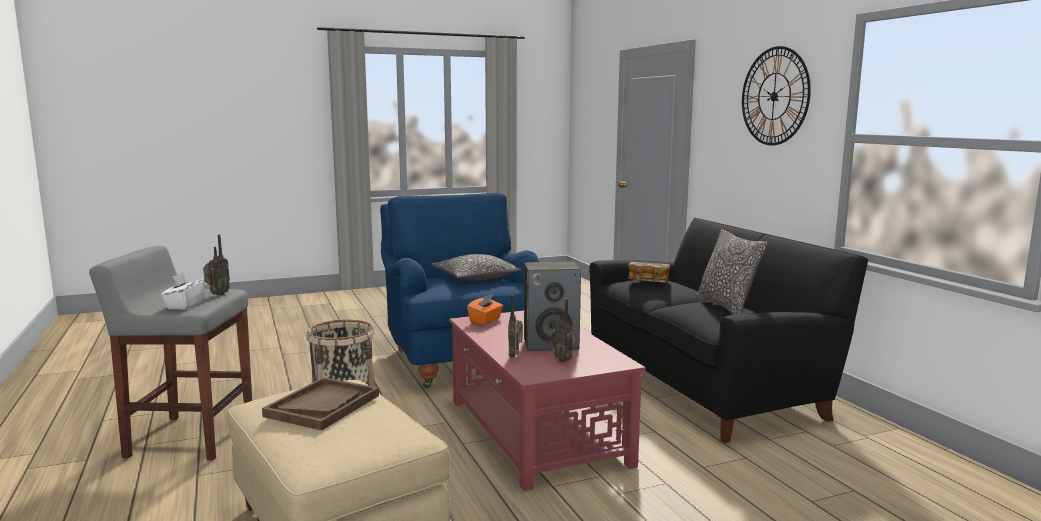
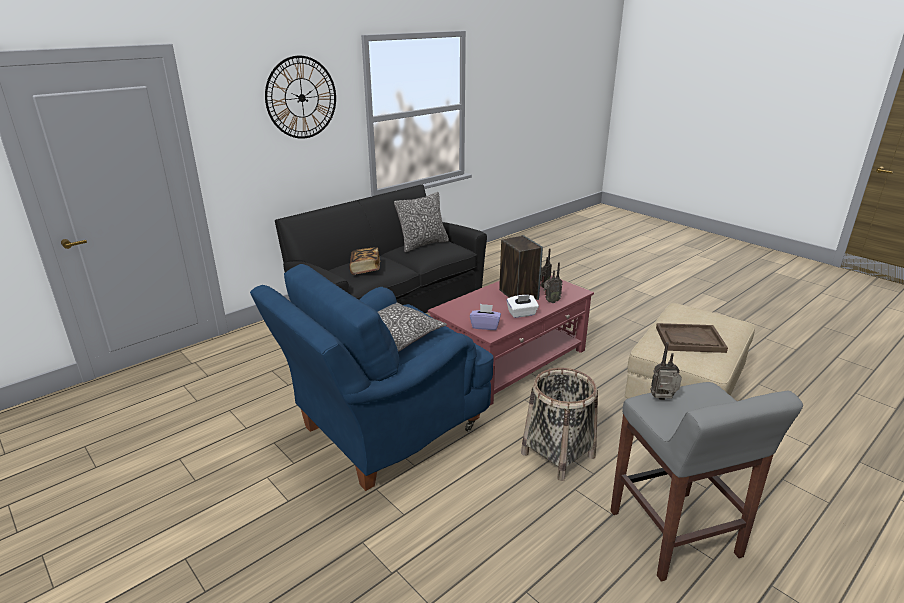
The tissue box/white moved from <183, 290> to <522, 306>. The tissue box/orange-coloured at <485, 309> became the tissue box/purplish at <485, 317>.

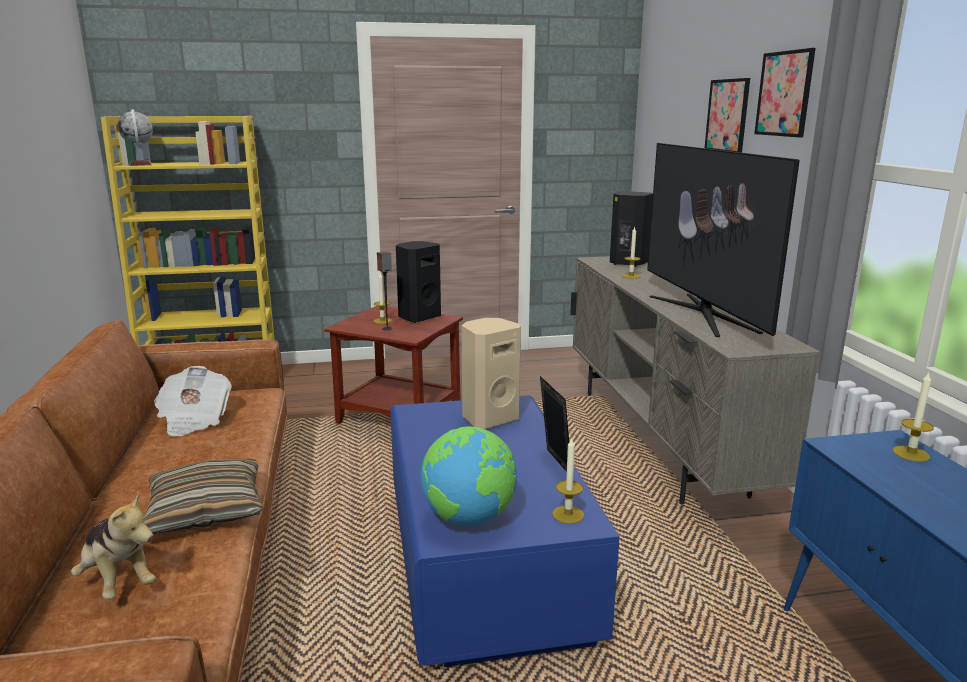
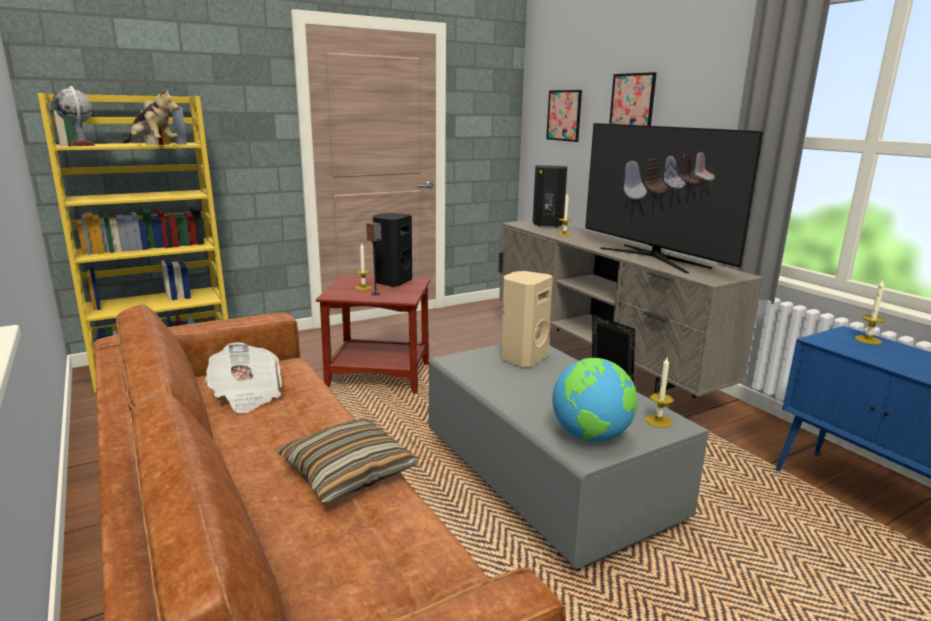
The cuddly toy moved from <113, 545> to <151, 117>. The picture moved from <785, 92> to <564, 116>. The low table/blue at <505, 531> became the low table/greyish at <569, 456>.

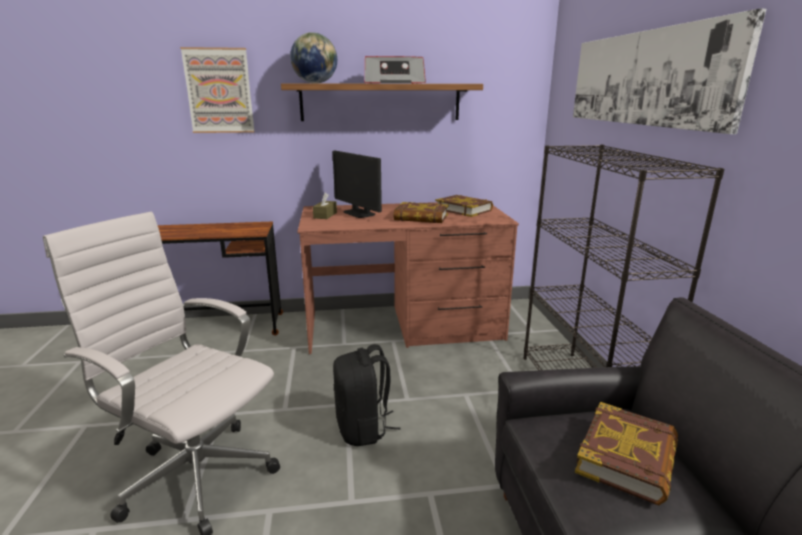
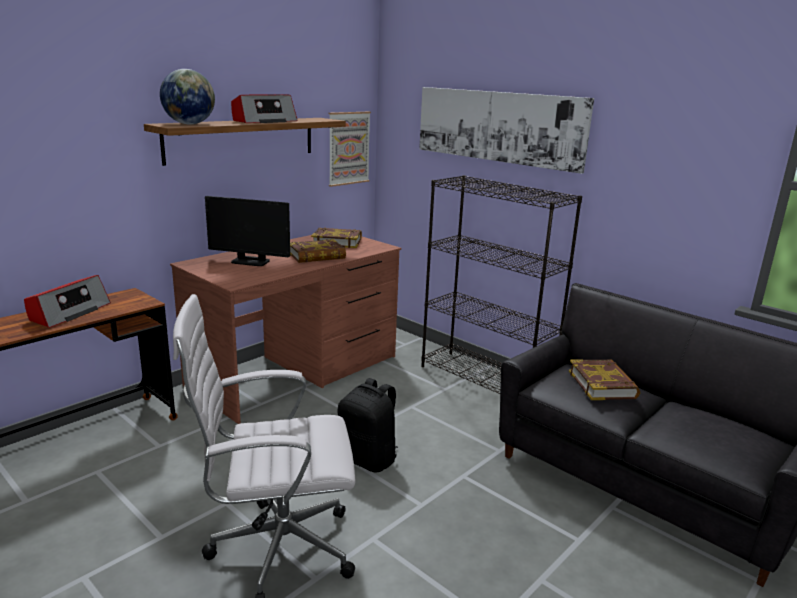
The tissue box/brownish at <325, 205> disappeared. The radio at <67, 301> appeared. The picture moved from <217, 90> to <350, 149>.

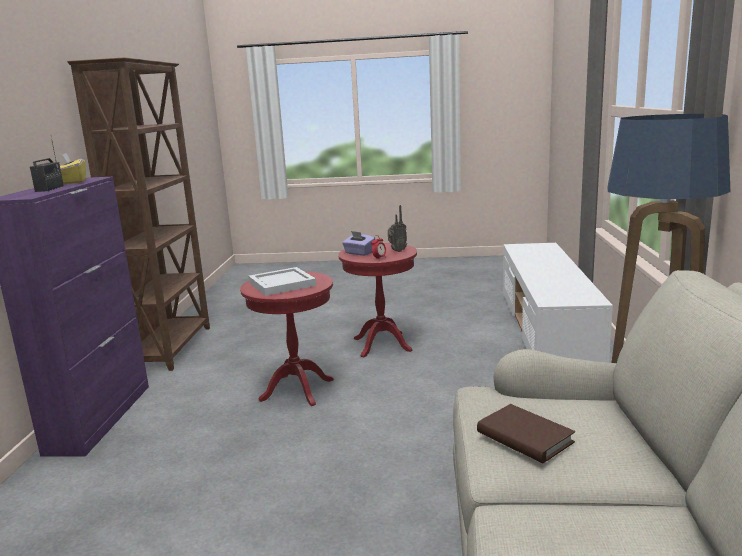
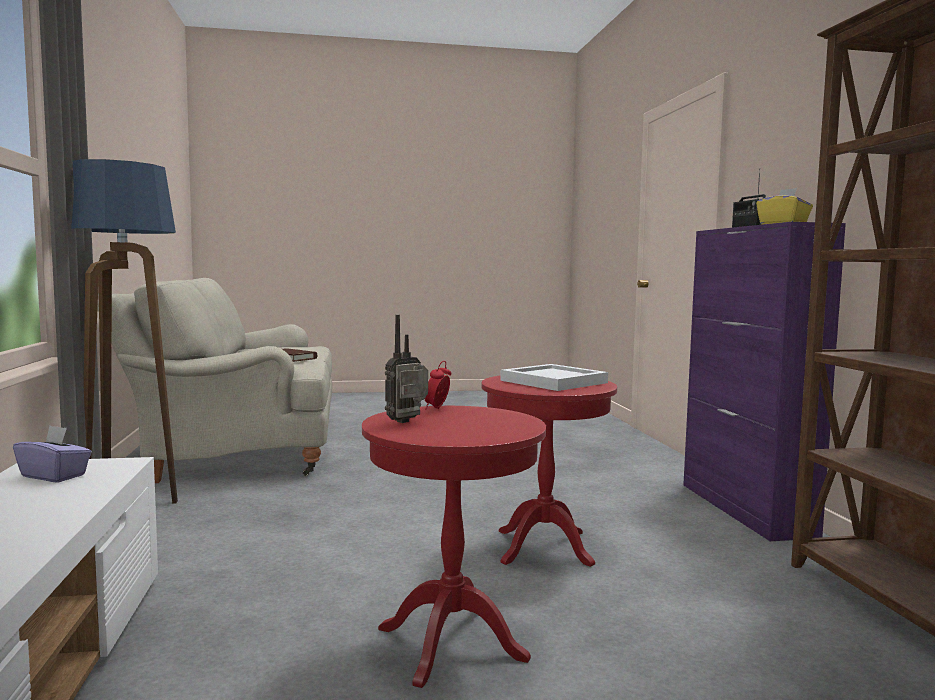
The tissue box/purplish moved from <358, 243> to <52, 454>.

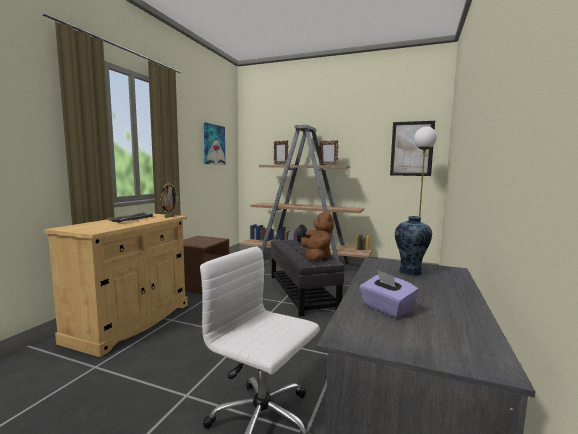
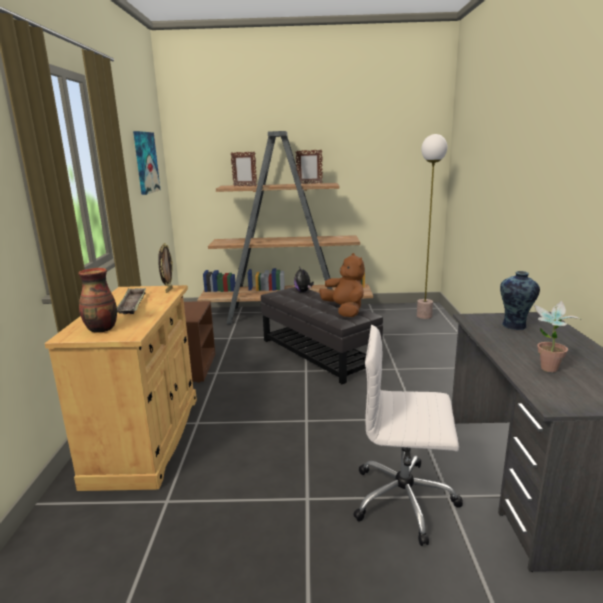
The picture at <412, 148> disappeared. The decorative vase at <97, 300> appeared. The tissue box/purplish at <389, 294> was replaced by the plant in a pot at <558, 336>.

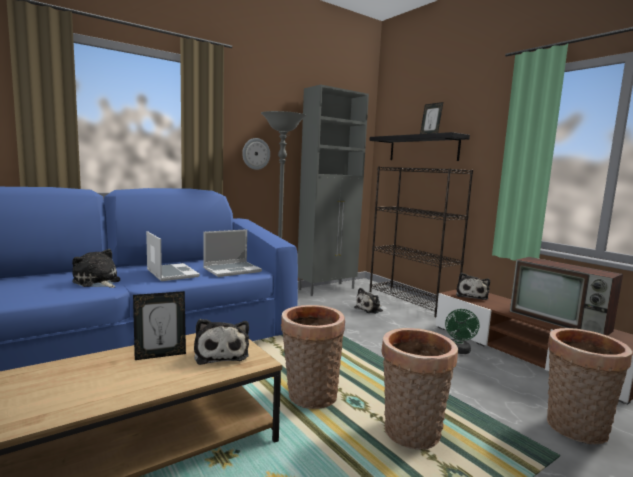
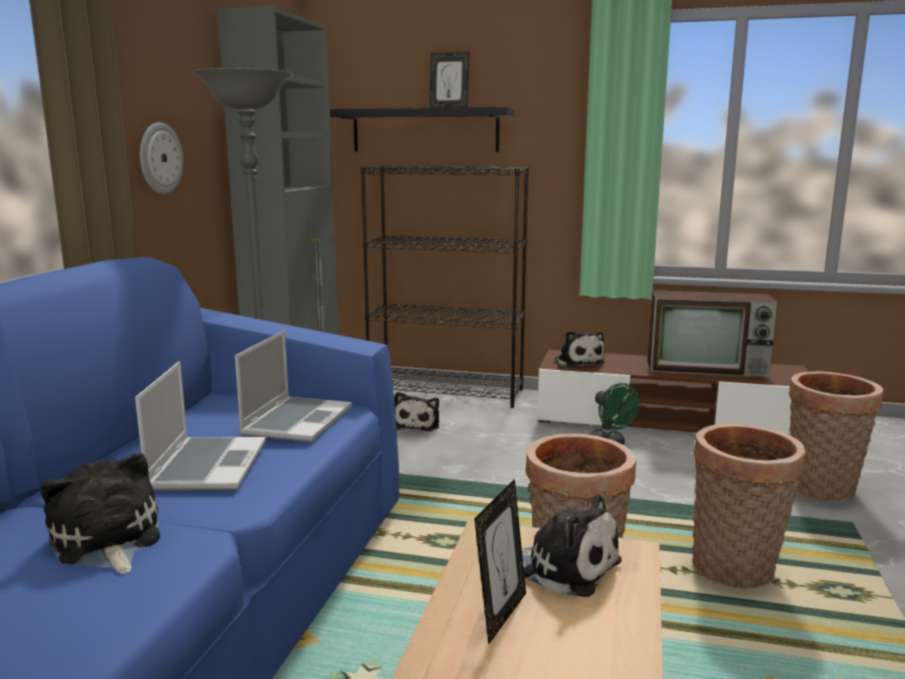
The cuddly toy at <96, 268> turned 60 degrees clockwise. The laptop at <173, 256> turned 75 degrees clockwise.

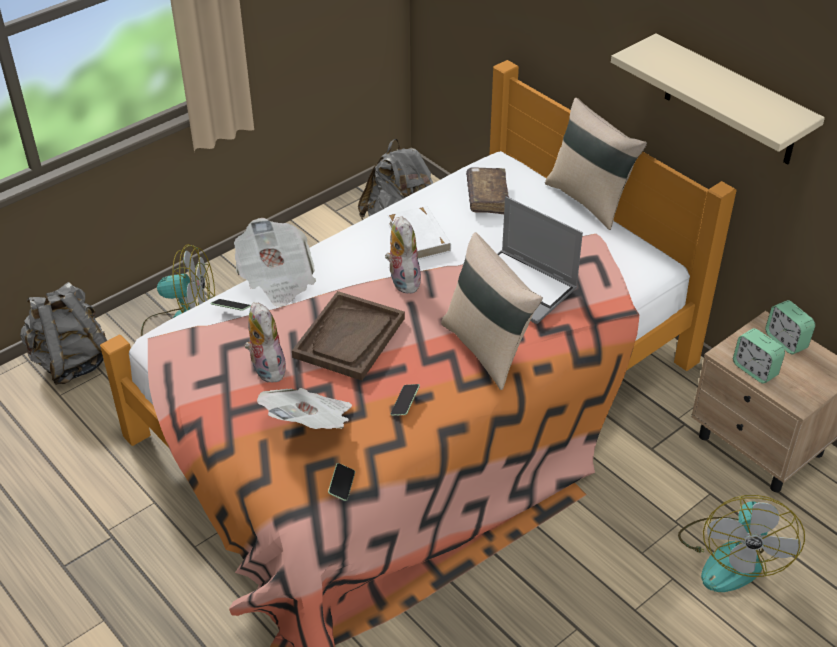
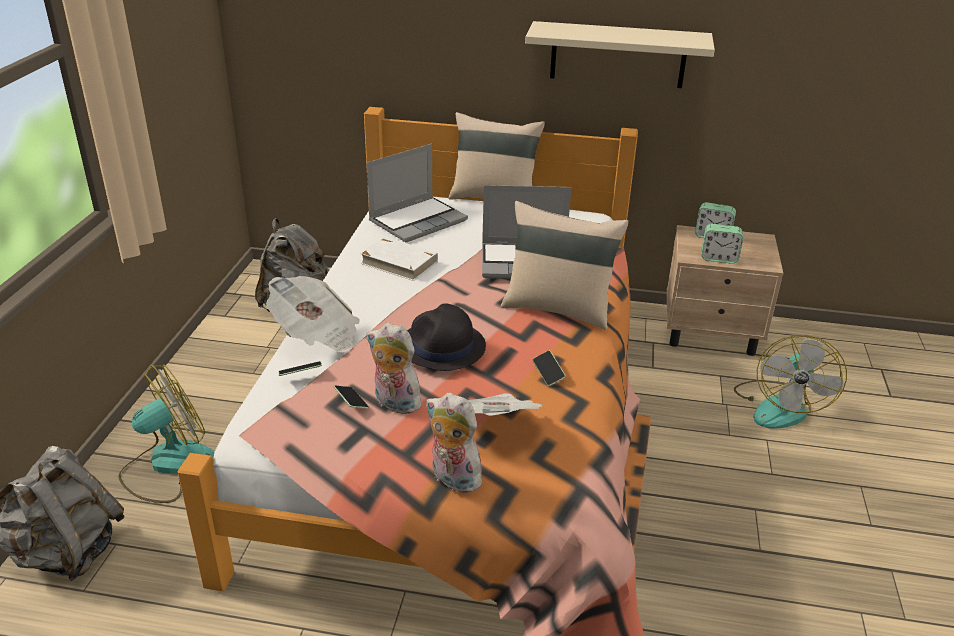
The handset moved from <341, 482> to <351, 397>. The cuddly toy moved from <403, 254> to <454, 443>. The serving tray/brownish at <348, 336> was replaced by the wearable hat/blackish at <446, 337>. The book/brownish at <487, 190> was replaced by the laptop at <417, 193>. The fan at <741, 543> turned 45 degrees clockwise.

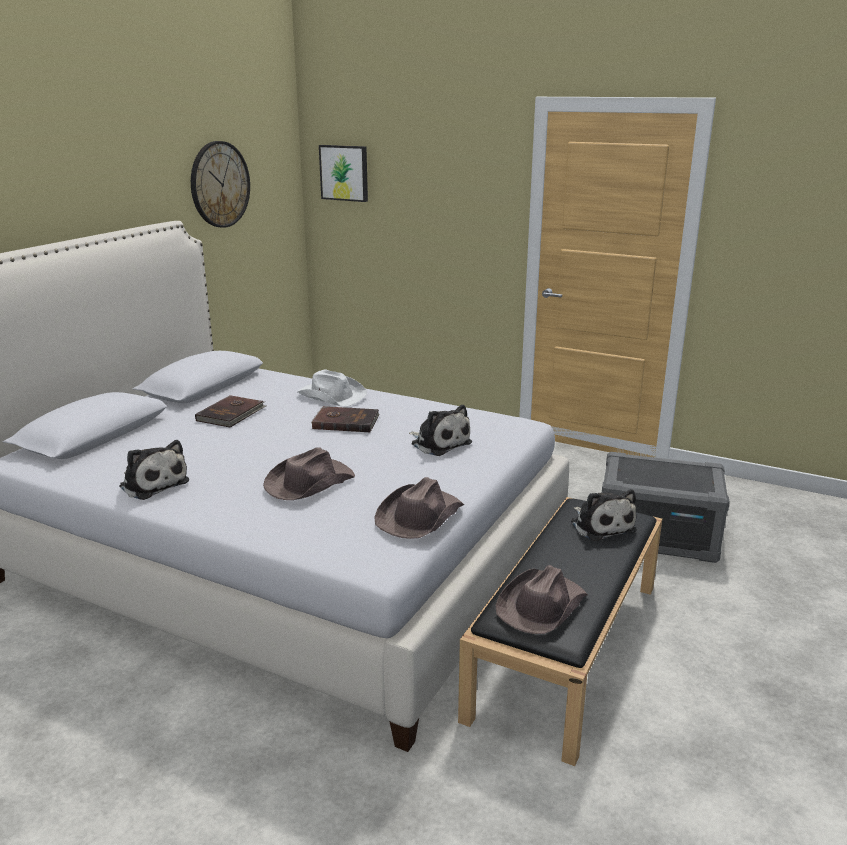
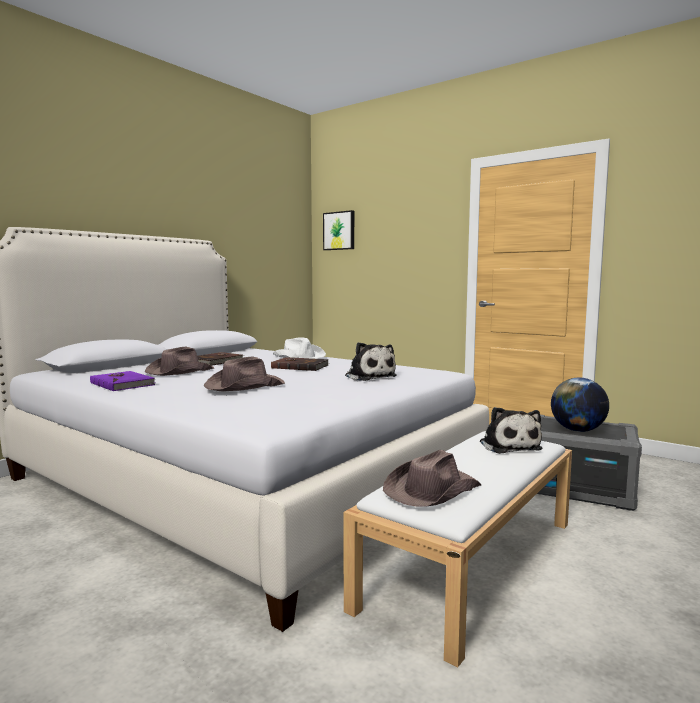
The wall clock at <220, 184> disappeared. The desk globe at <580, 405> appeared. The wearable hat/brownish moved from <419, 508> to <179, 361>. The cuddly toy at <154, 470> was replaced by the book/purplish at <122, 381>. The bench/blackish at <560, 631> became the bench/white at <458, 549>.

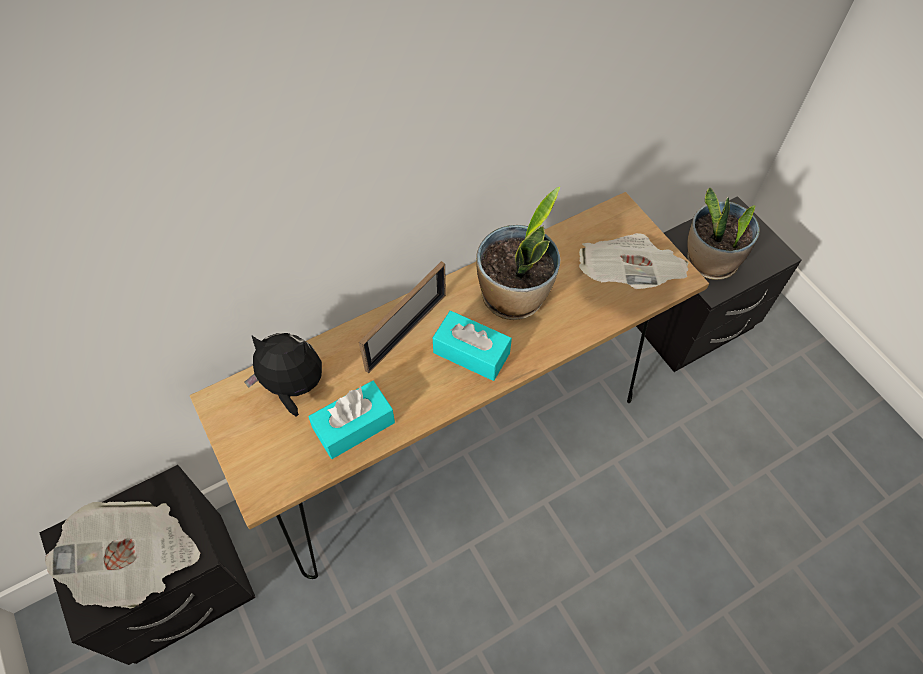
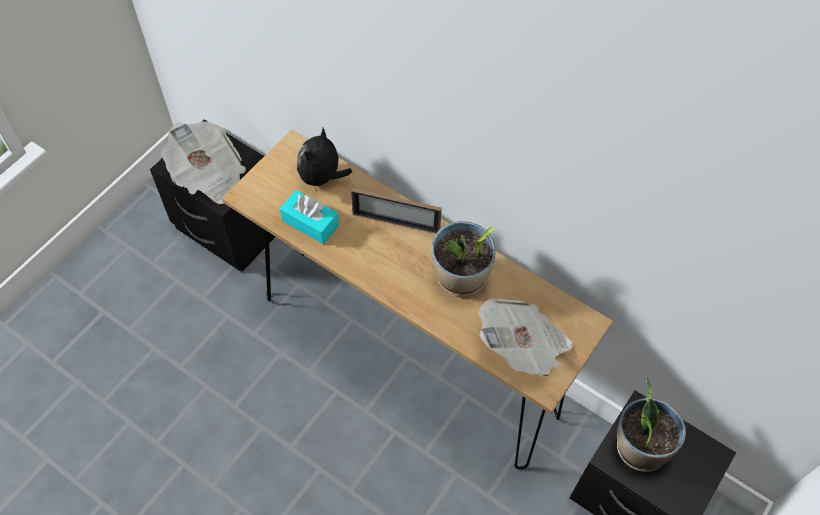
The tissue box/turquoise at <472, 346> disappeared. The cuddly toy at <283, 374> turned 135 degrees counterclockwise.

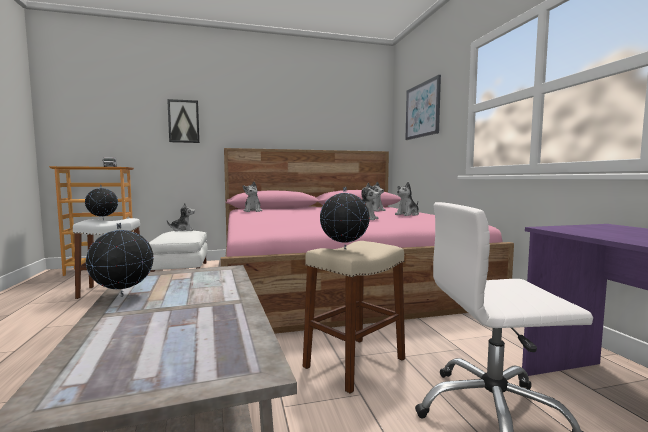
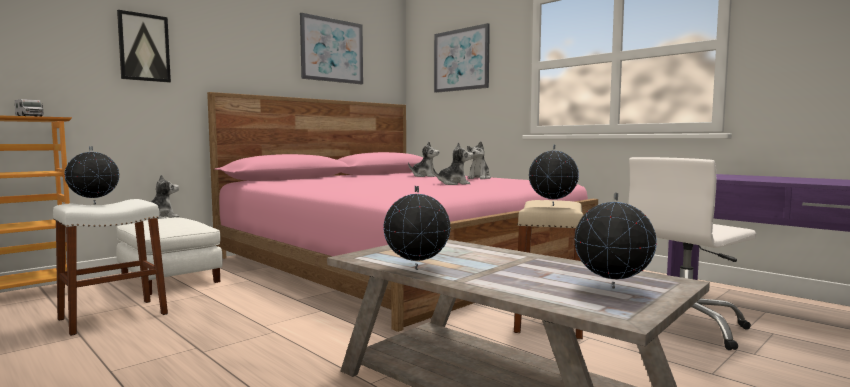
The cuddly toy at <252, 197> disappeared. The picture at <331, 48> appeared. The desk globe at <615, 240> appeared.

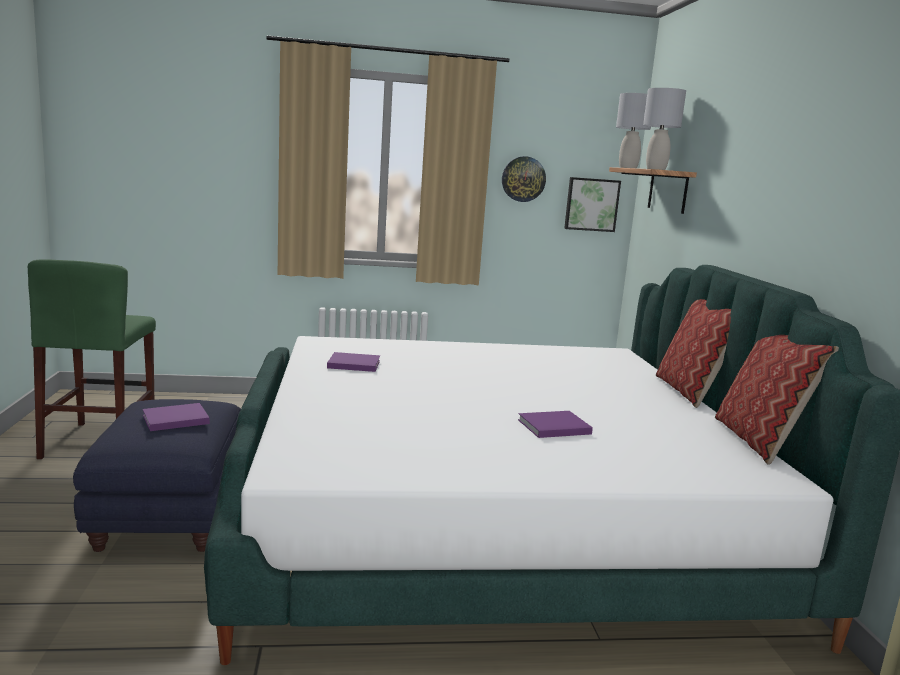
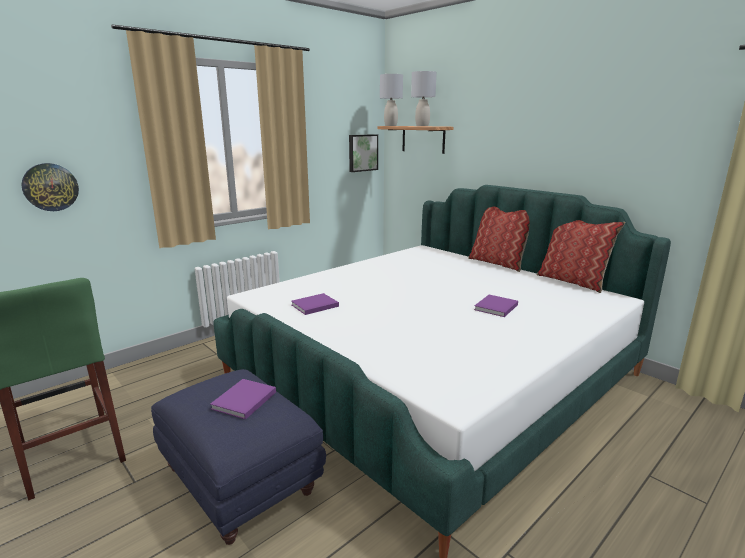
The wall clock moved from <524, 179> to <50, 187>.

